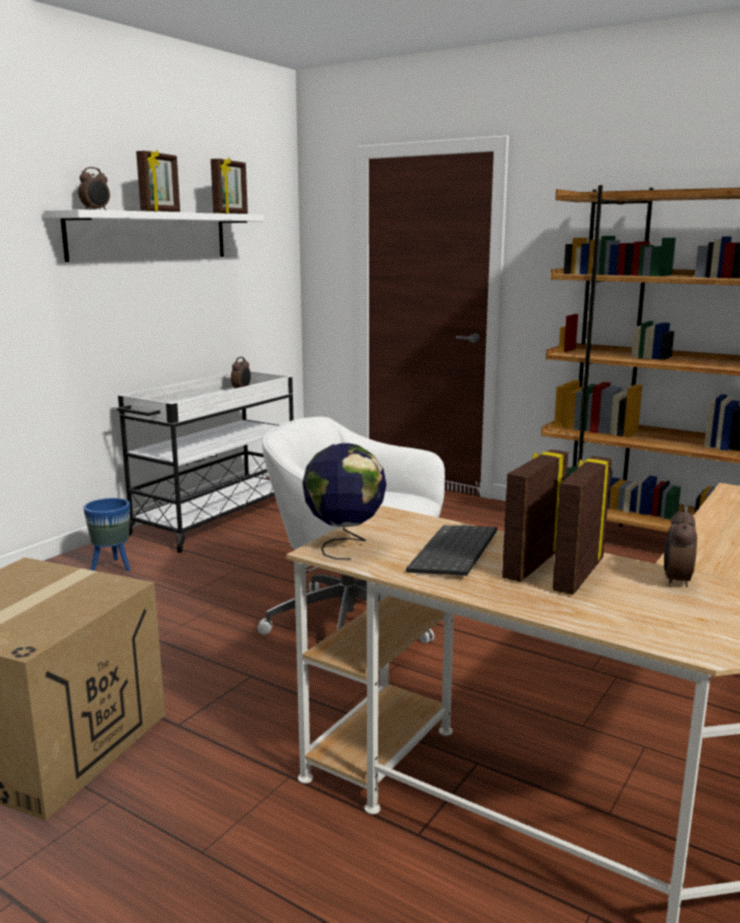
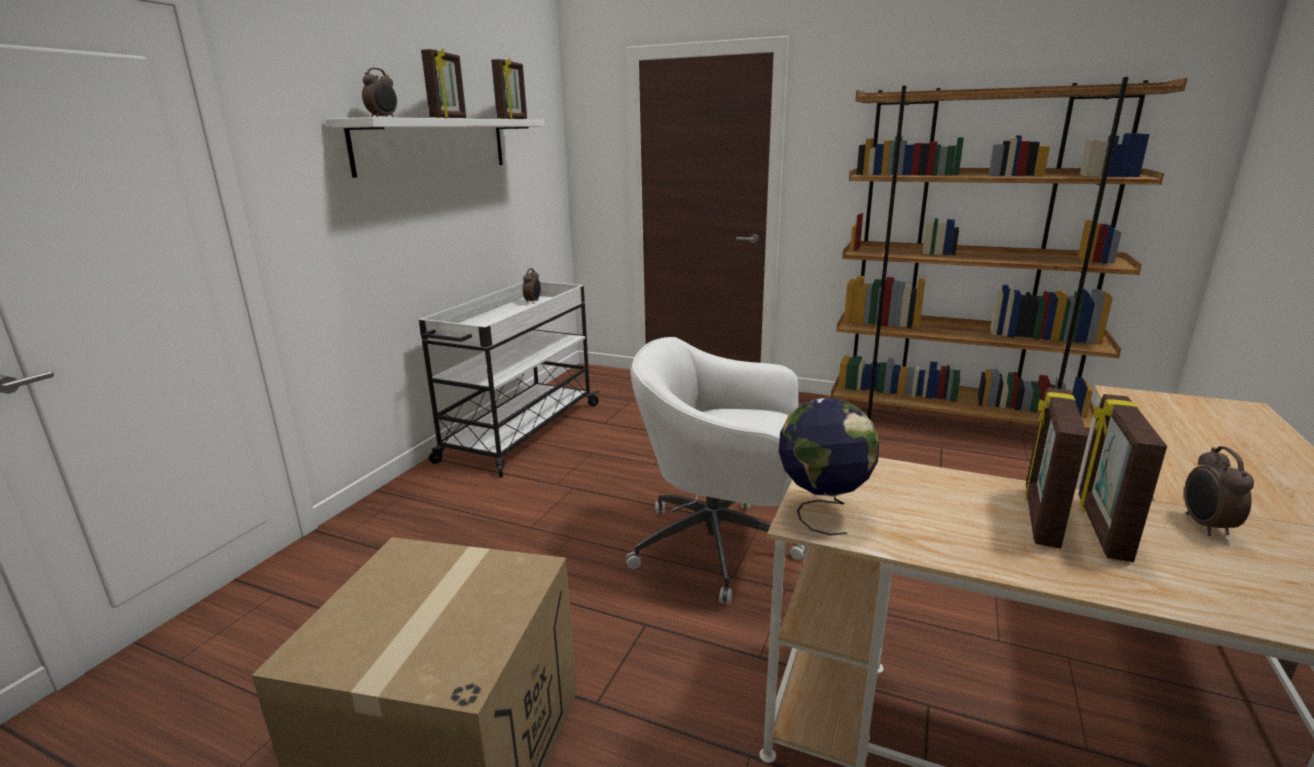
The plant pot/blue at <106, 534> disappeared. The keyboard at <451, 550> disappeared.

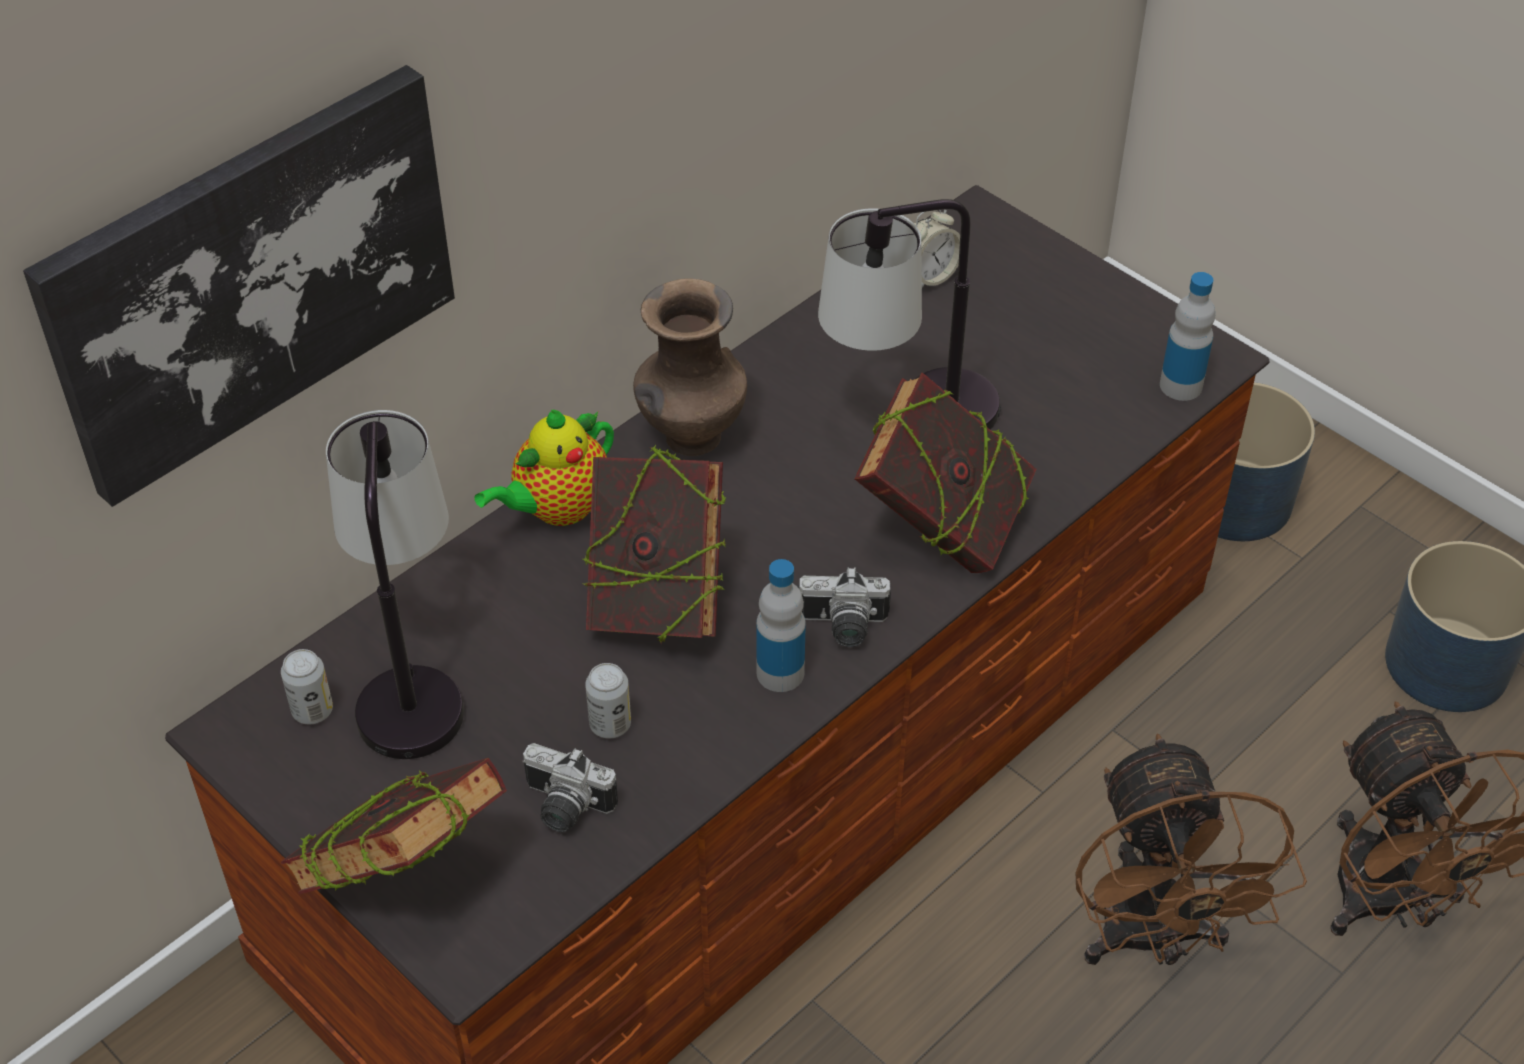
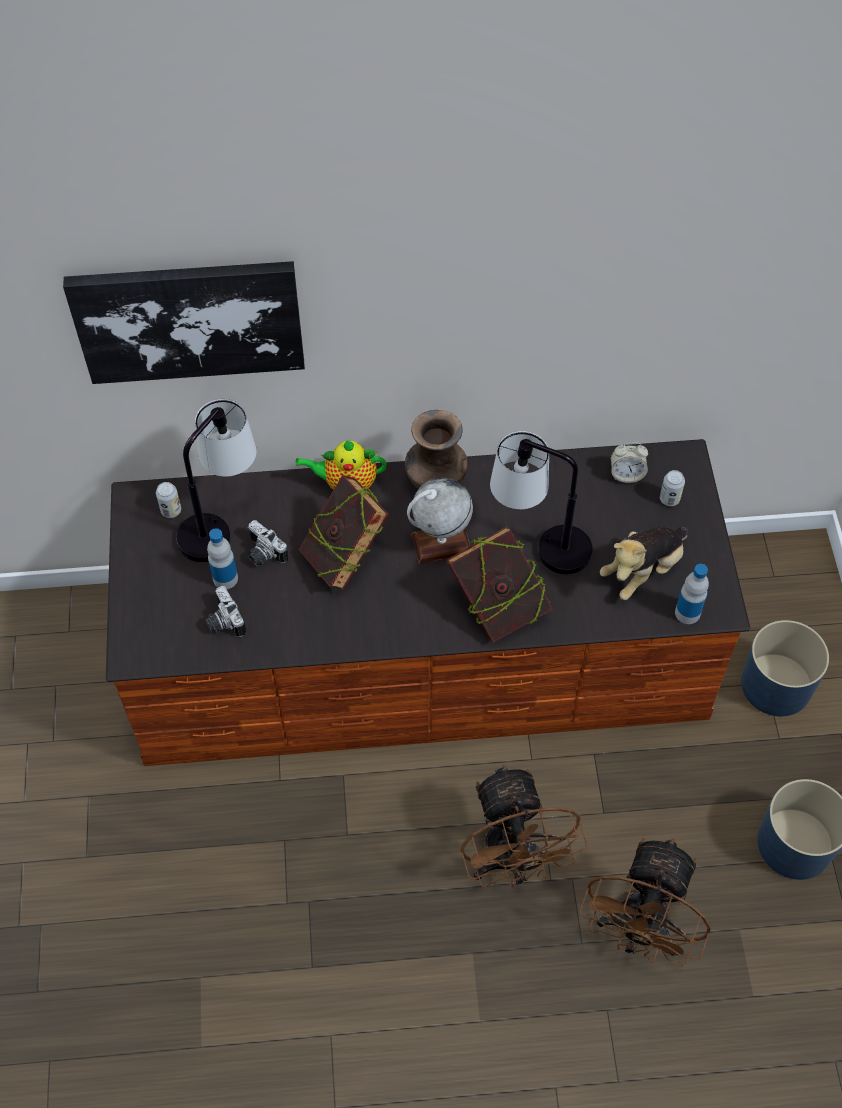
The book at <394, 826> disappeared. The desk globe at <440, 521> appeared. The cuddly toy at <644, 563> appeared. The metal can moved from <608, 700> to <672, 488>. The bottle moved from <781, 625> to <222, 558>. The photo camera moved from <844, 607> to <268, 543>. The fan/brownish at <1191, 849> turned 45 degrees counterclockwise.

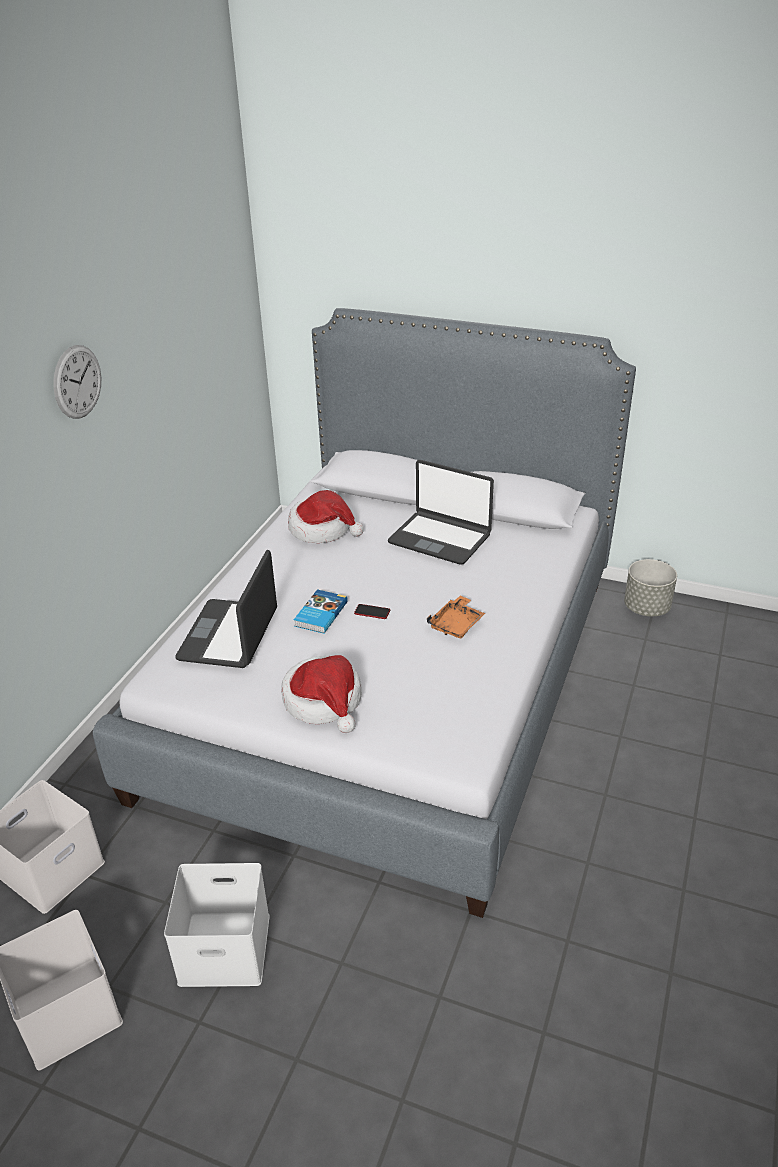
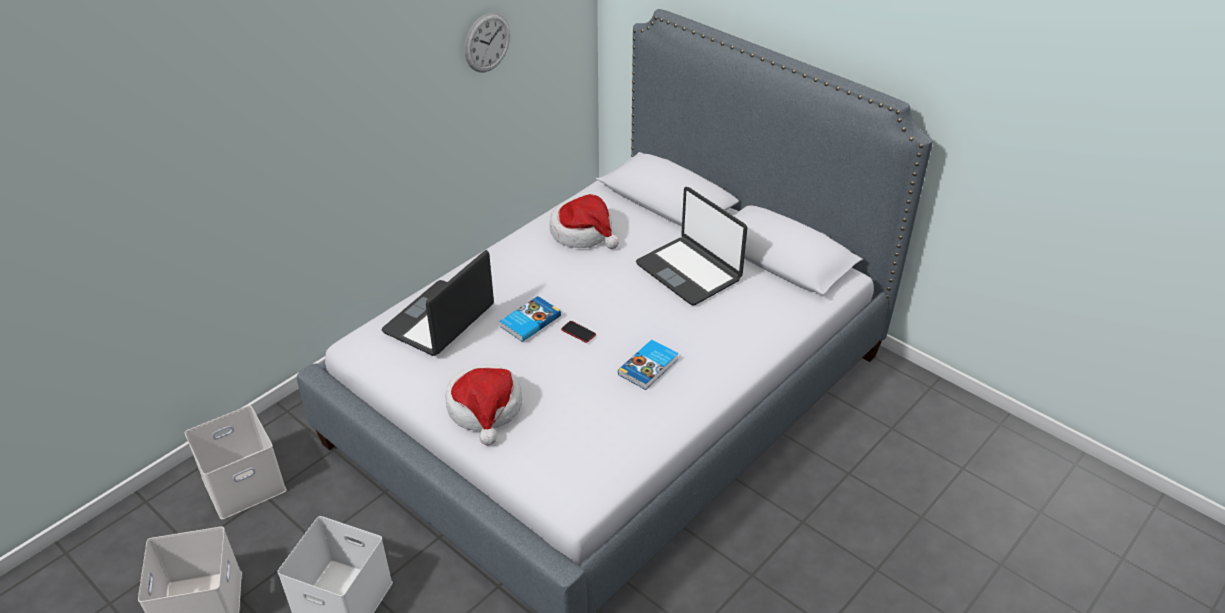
The plant pot/greyish at <650, 587> disappeared. The wall clock moved from <77, 382> to <487, 42>. The serving tray/orange-coloured at <456, 616> was replaced by the book at <648, 365>.

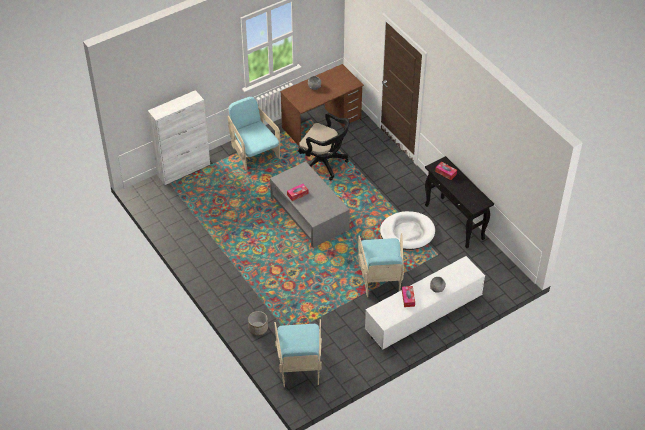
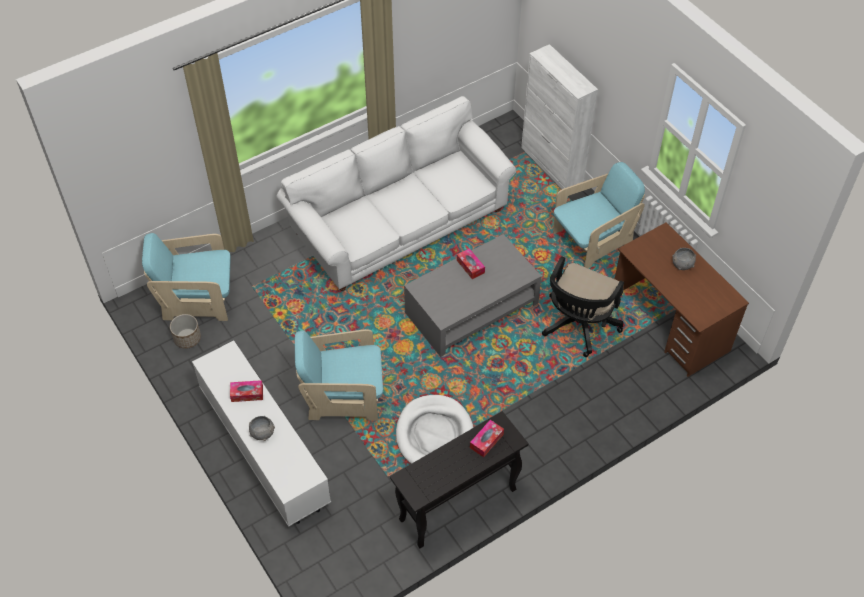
The couch/white at <396, 193> appeared. The plant pot moved from <258, 323> to <185, 331>.

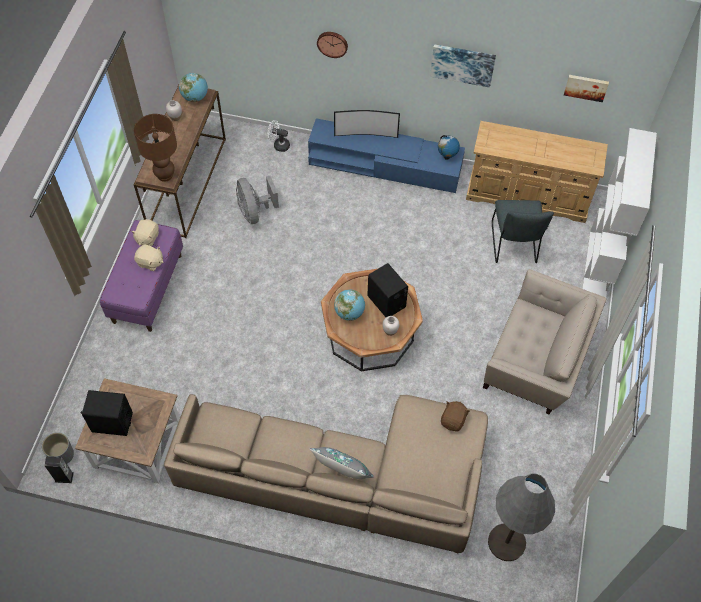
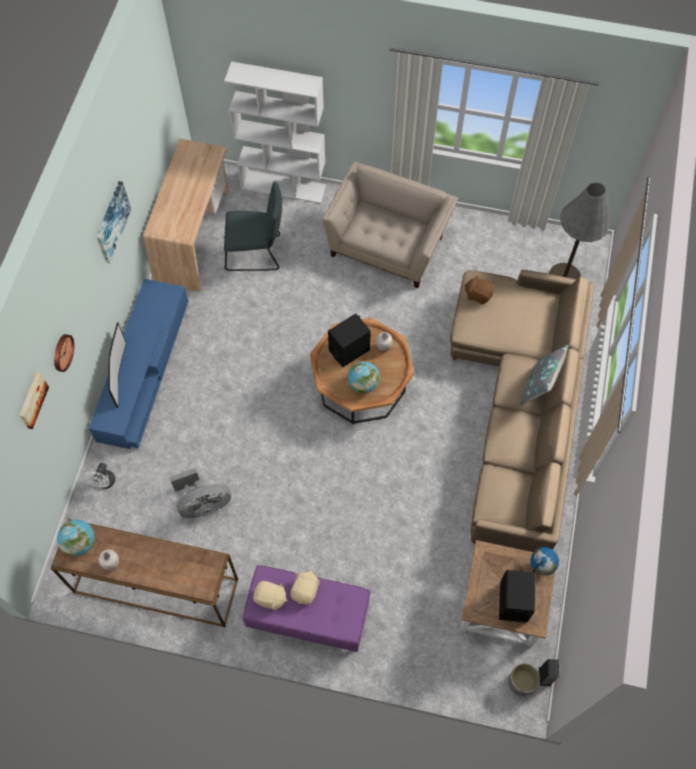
The tabletop lamp/brownish at <155, 148> disappeared. The desk globe moved from <449, 147> to <544, 561>. The picture moved from <586, 88> to <34, 400>. The dresser/beige-coloured at <537, 172> was replaced by the desk unit/beige-coloured at <186, 215>.

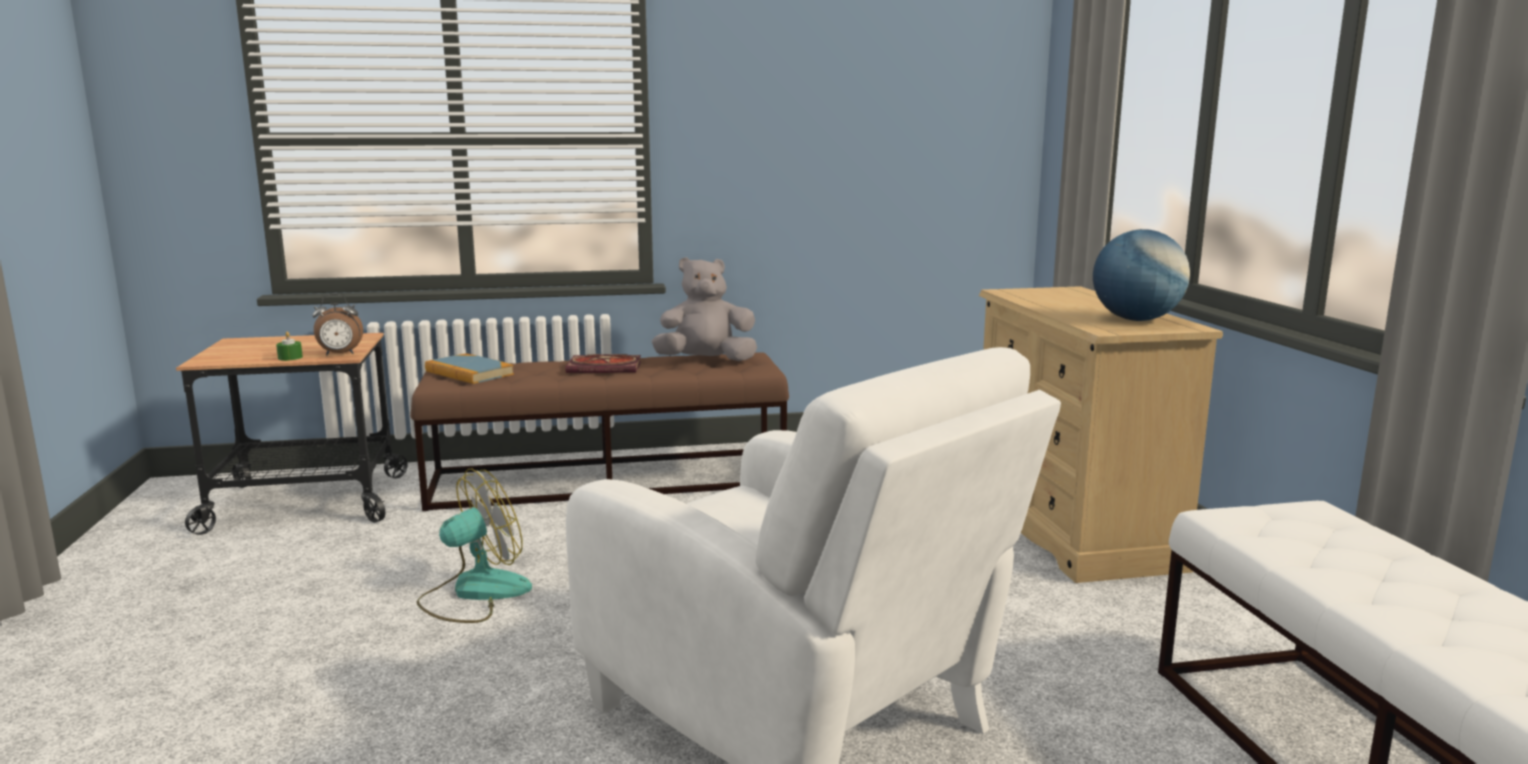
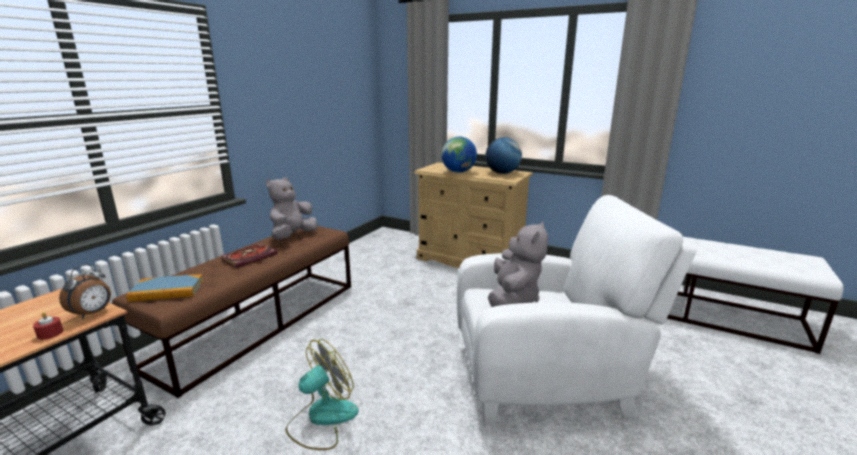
The desk globe at <459, 155> appeared. The cuddly toy/greyish at <518, 264> appeared. The wax light/green-coloured at <289, 346> became the wax light/red at <48, 326>. The fan at <474, 546> turned 45 degrees clockwise.

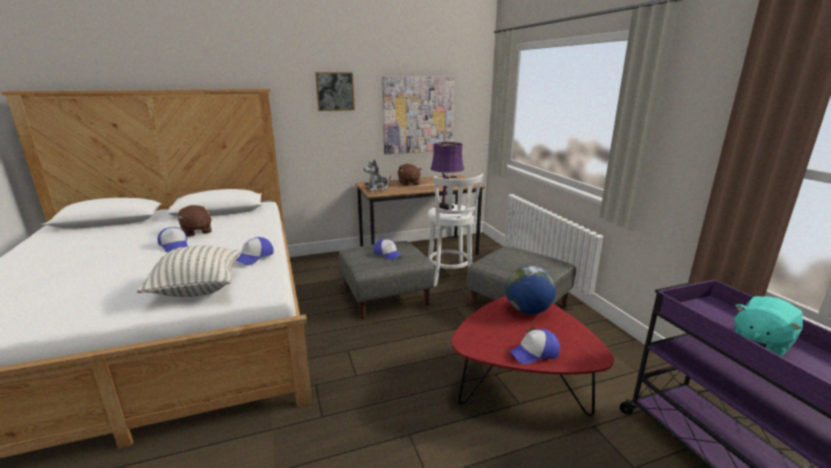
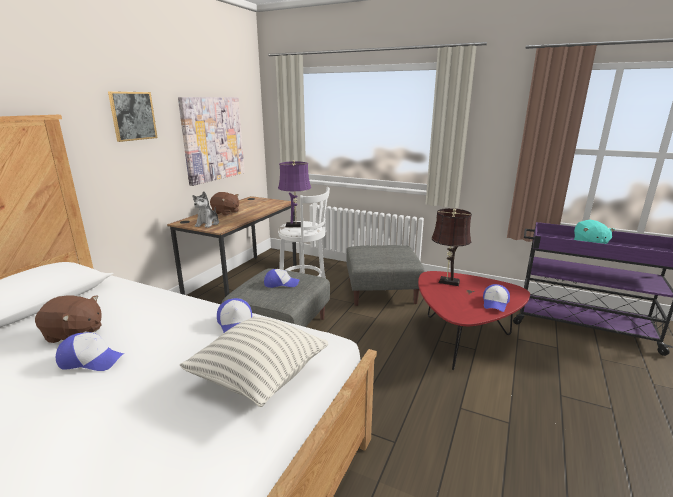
The desk globe at <530, 290> was replaced by the tabletop lamp/brownish at <452, 247>.

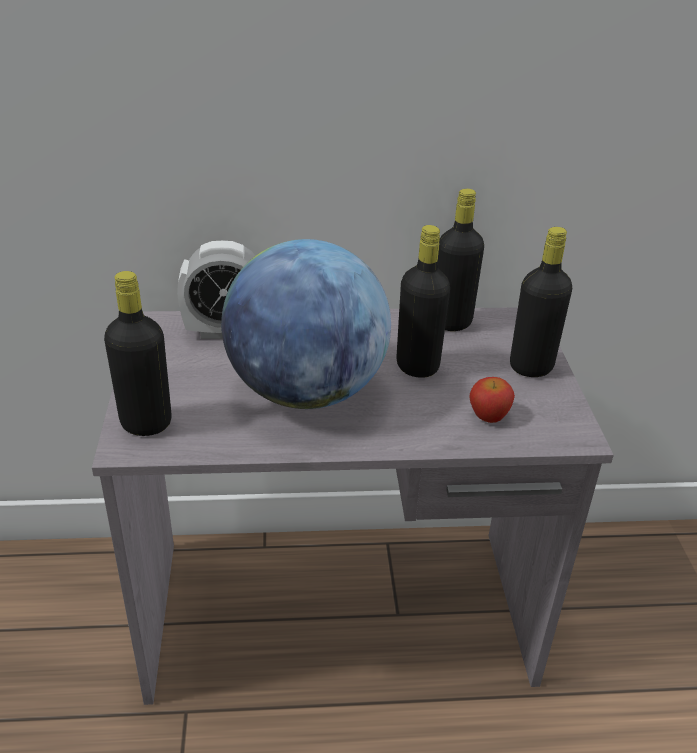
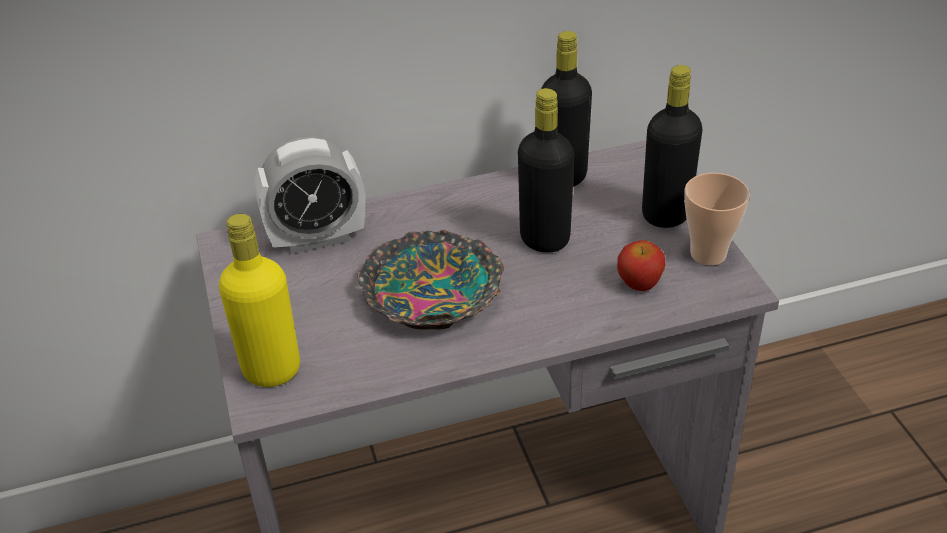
The drinking cup at <717, 219> appeared. The desk globe at <306, 324> was replaced by the bowl at <430, 280>. The bottle/blackish at <138, 353> became the bottle/yellow-coloured at <259, 300>.

